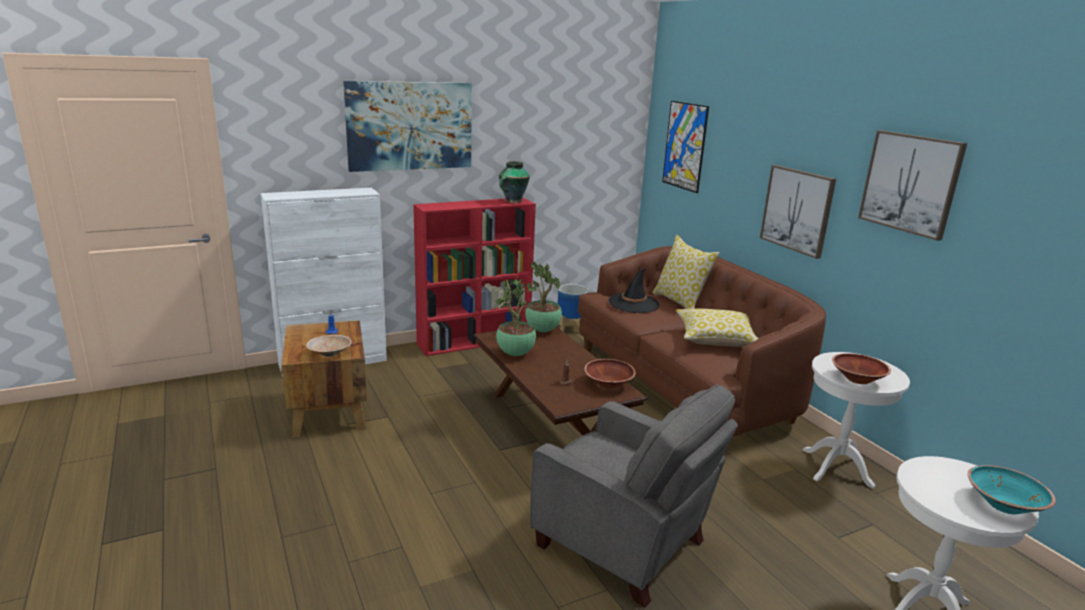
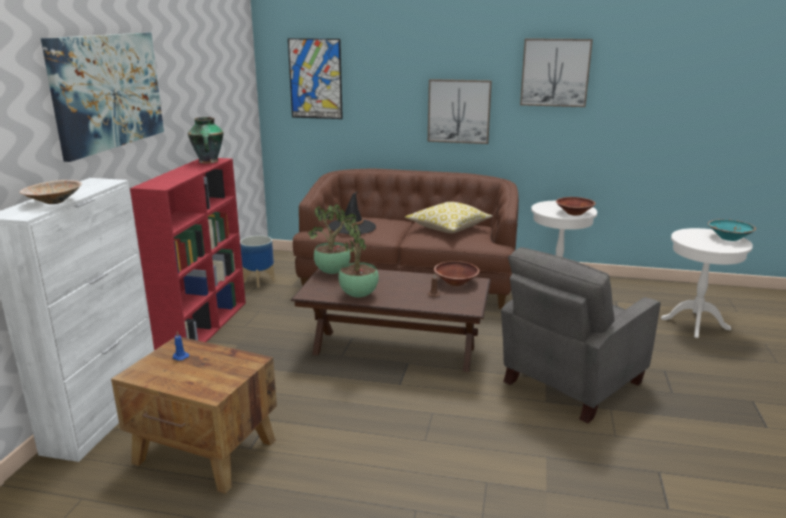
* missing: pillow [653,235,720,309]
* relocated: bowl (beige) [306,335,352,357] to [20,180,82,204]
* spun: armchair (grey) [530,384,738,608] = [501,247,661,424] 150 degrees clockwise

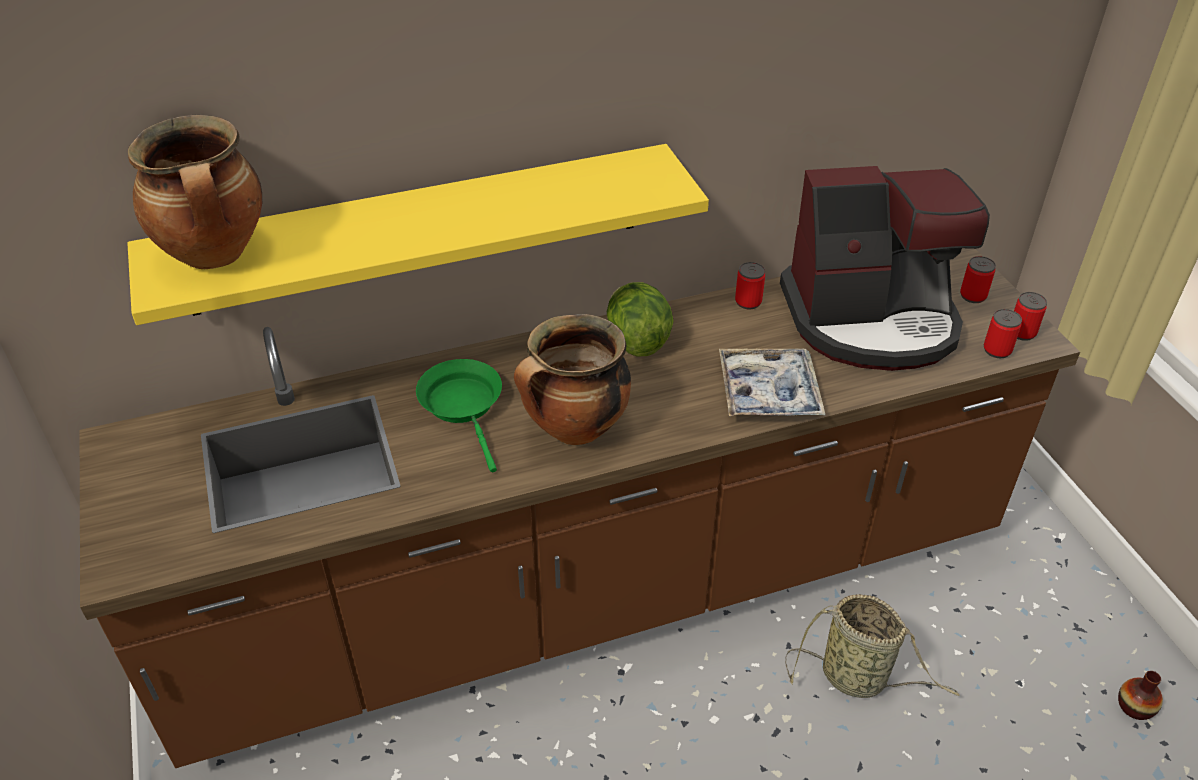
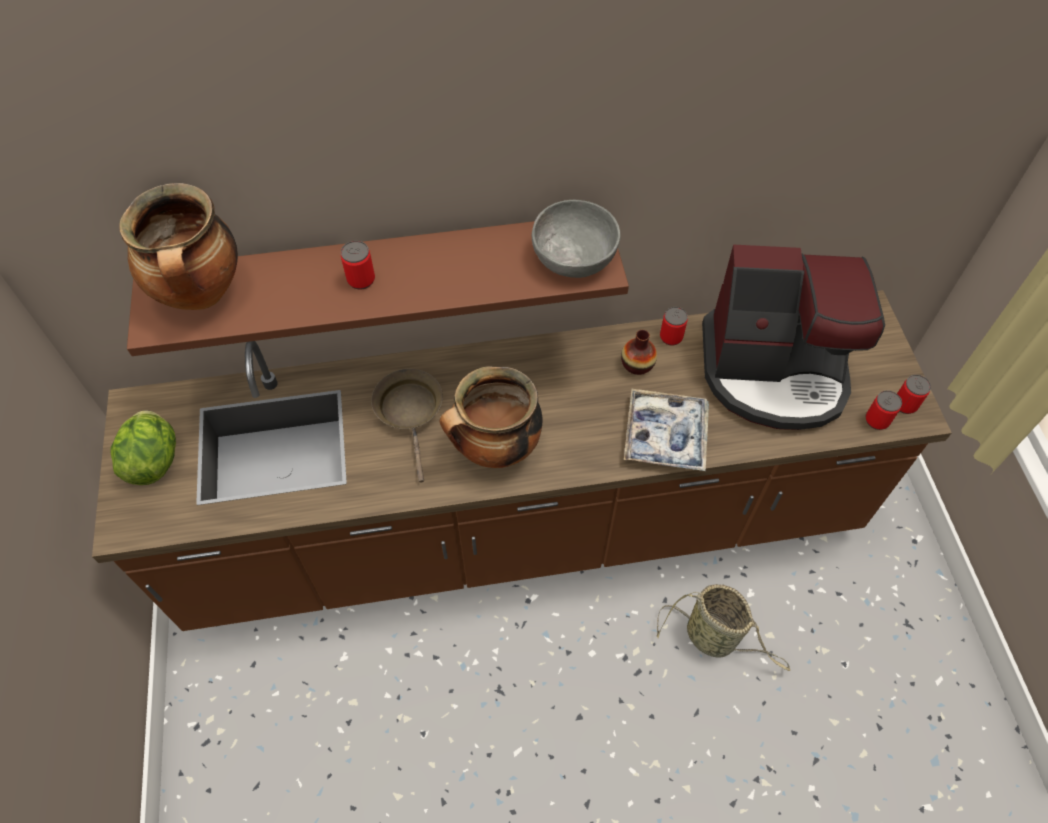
* colour: shelf (yellow) [127,144,709,325] to shelf (brown) [127,221,629,356]
* relocated: can [960,256,996,303] to [341,241,375,289]
* relocated: lettuce [607,282,674,356] to [110,410,176,485]
* colour: frying pan (green) [416,359,502,472] to frying pan (brown) [371,369,443,482]
* relocated: vase [1118,671,1163,720] to [621,330,657,375]
* appeared: bowl (grey) [532,200,621,278]

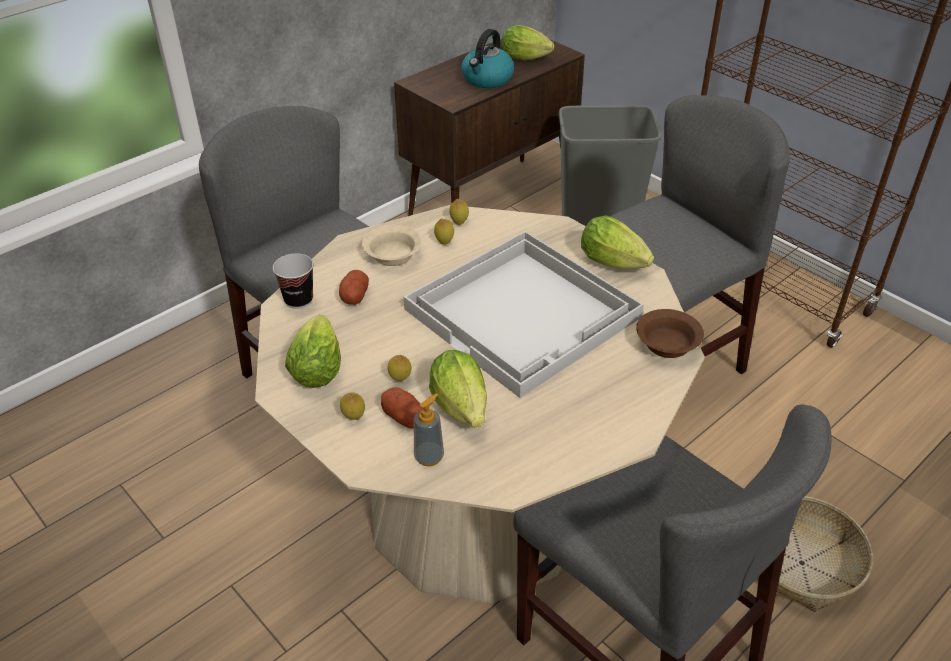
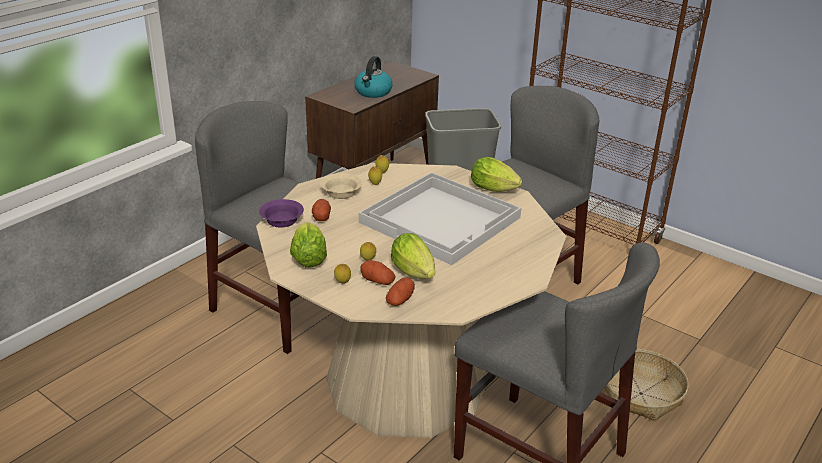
* missing: lettuce [502,25,554,60]
* exchanged: cup [273,254,313,309] to bowl (purple) [259,199,304,228]
* missing: bowl (brown) [636,309,704,358]
* exchanged: soap dispenser [414,393,444,467] to potato [386,278,415,306]

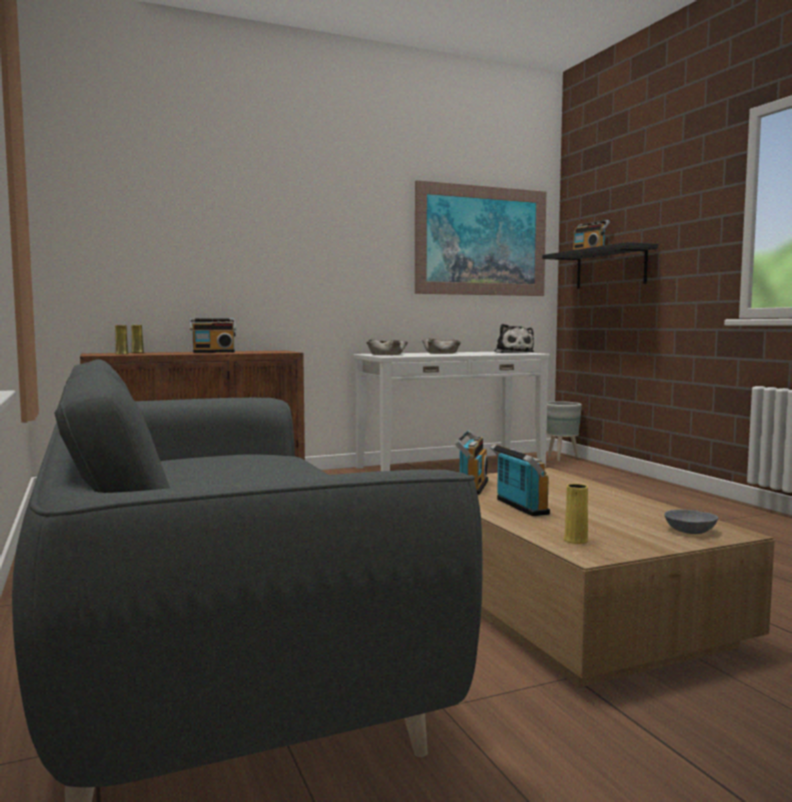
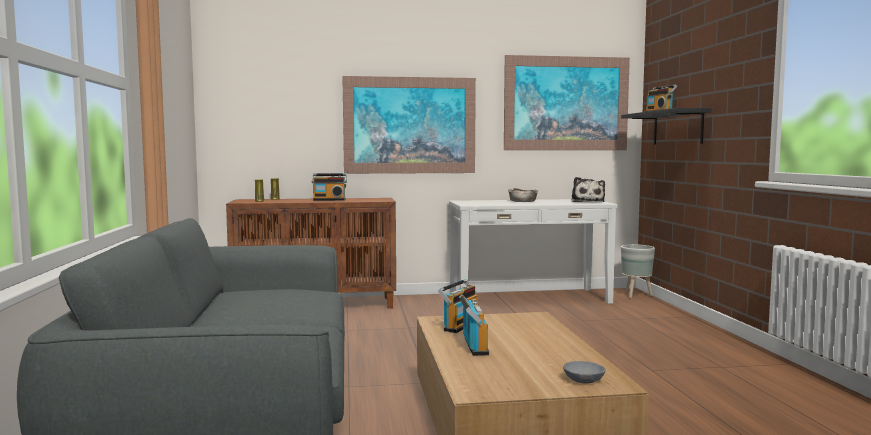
* missing: bowl (beige) [366,339,408,355]
* missing: vase (yellow) [564,484,588,544]
* appeared: picture [342,76,476,174]

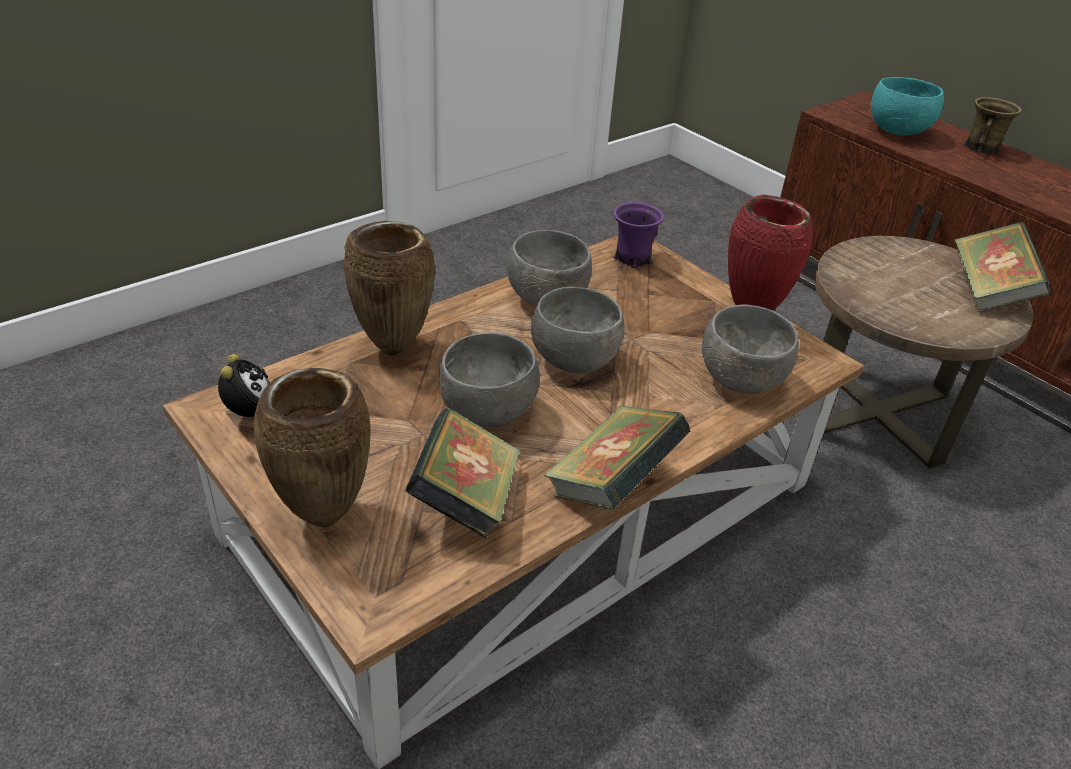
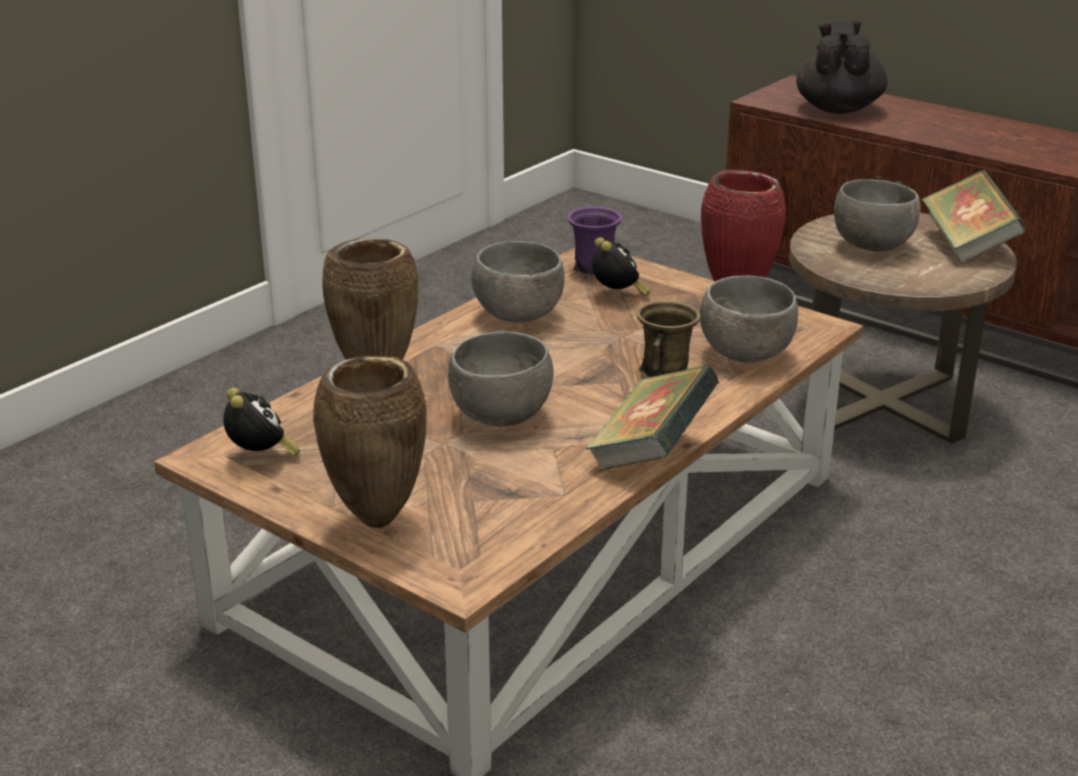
* exchanged: bowl (turquoise) [871,77,944,135] to teapot (black) [796,21,887,114]
* relocated: mug (brown) [963,97,1022,154] to [636,301,701,377]
* relocated: bowl (grey) [531,287,624,373] to [834,179,921,252]
* missing: book [405,408,519,539]
* appeared: alarm clock [592,237,651,296]

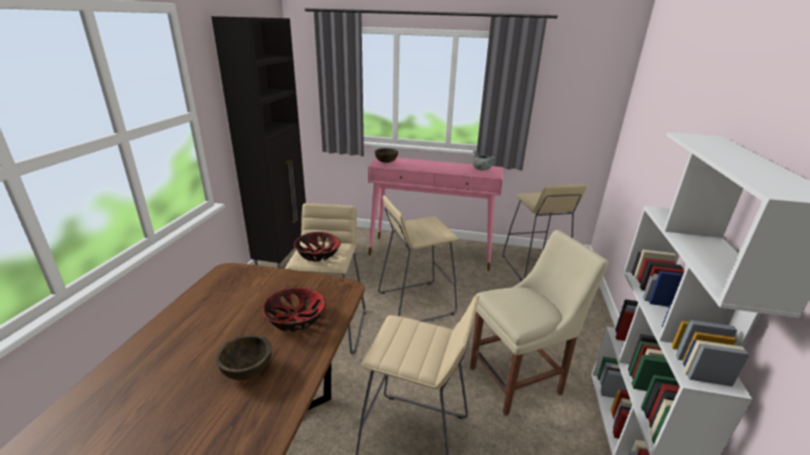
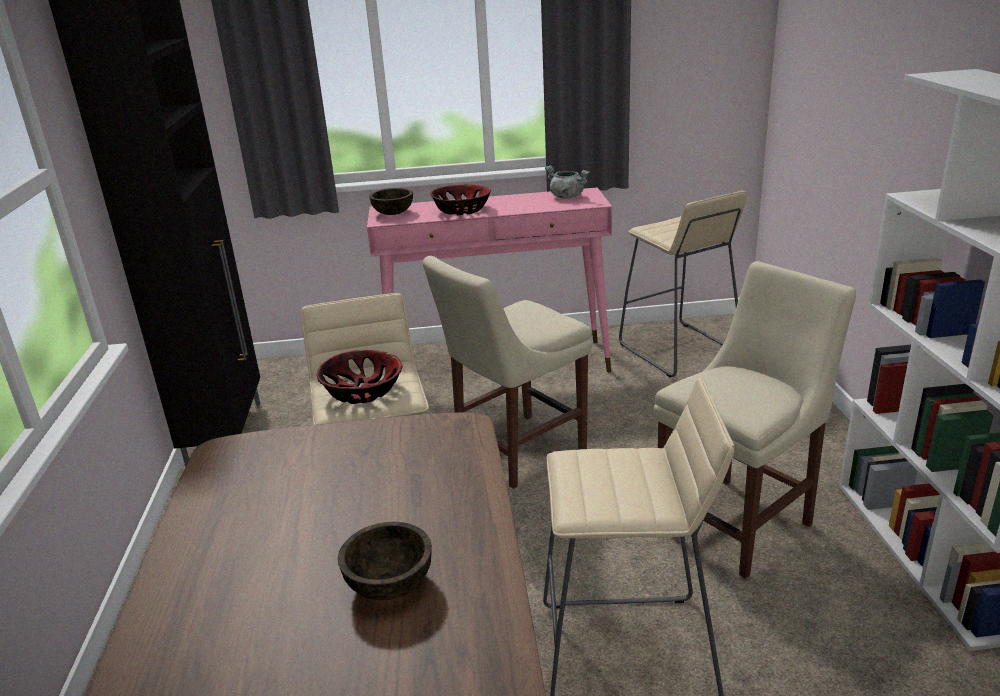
* exchanged: stool (beige) [378,195,458,322] to chair (beige) [423,256,592,489]
* relocated: bowl [263,287,326,332] to [430,184,491,215]

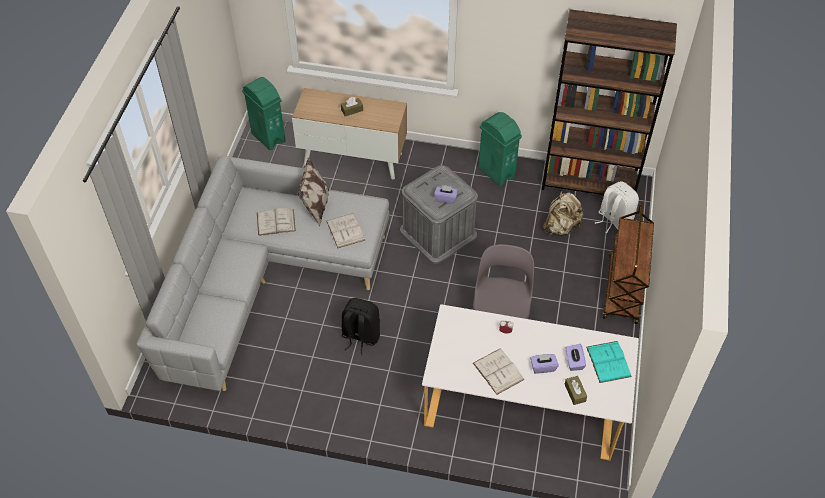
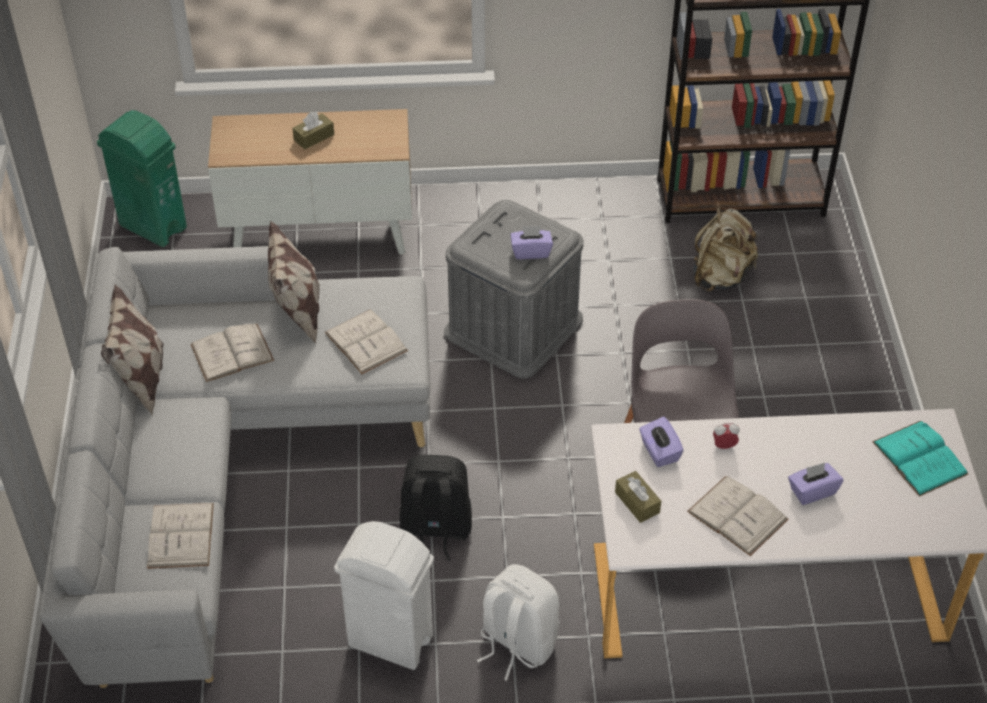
* missing: trash can (green) [478,112,522,187]
* relocated: backpack (white) [595,181,639,234] to [477,564,560,681]
* missing: cart (brown) [602,203,654,324]
* relocated: tissue box (purple) [566,344,586,371] to [639,417,684,467]
* relocated: tissue box (brown) [565,376,587,405] to [615,471,661,523]
* appeared: pillow [101,284,164,416]
* appeared: book (white) [147,503,214,569]
* appeared: trash can (white) [334,521,434,670]

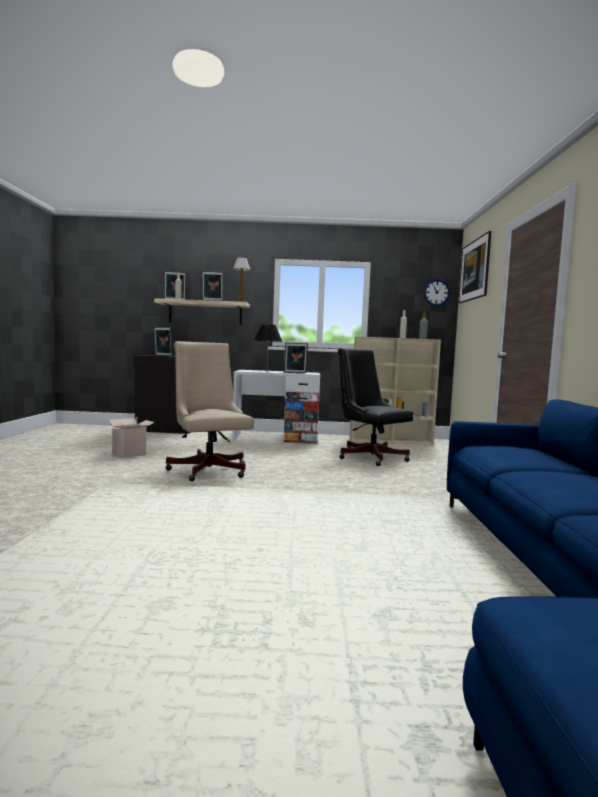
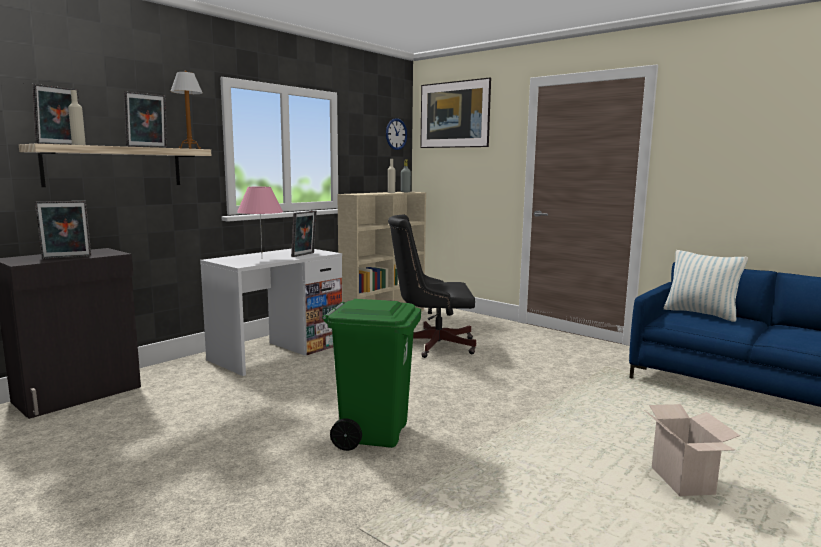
* colour: table lamp (black) [253,324,283,364] to table lamp (pink) [237,187,283,251]
* exchanged: office chair (beige) [166,341,254,481] to trash can (green) [322,299,421,451]
* relocated: cardboard box [104,418,155,458] to [644,404,740,496]
* appeared: pillow [664,250,748,322]

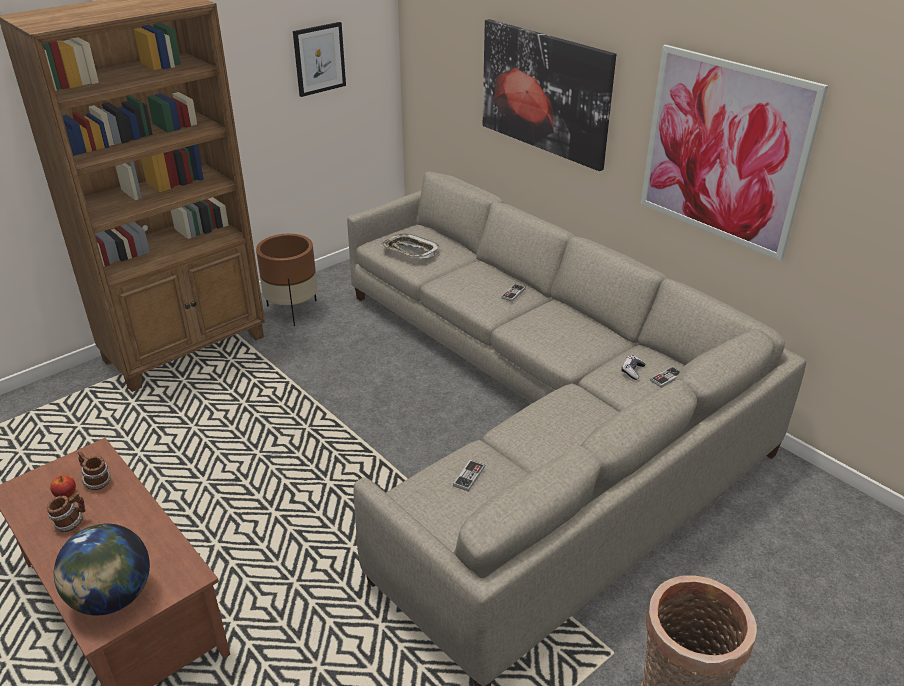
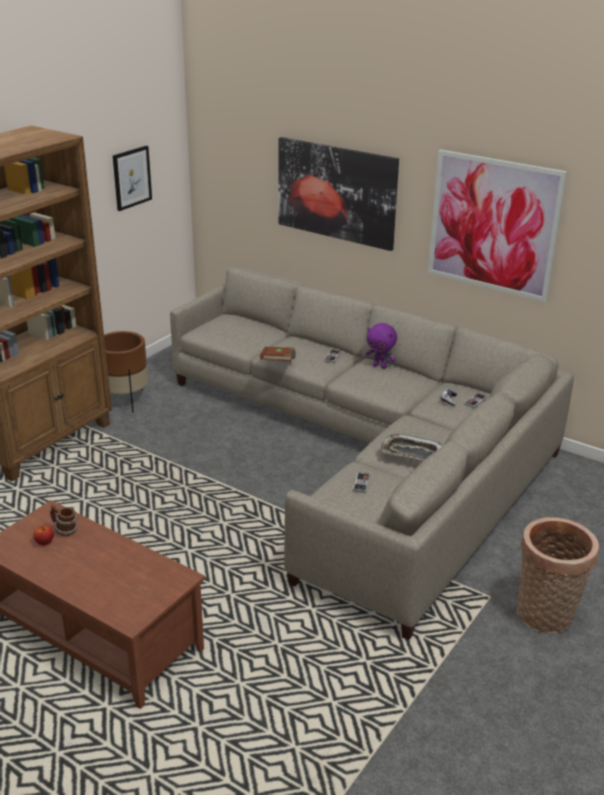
* relocated: tray [381,233,440,259] to [380,434,443,462]
* missing: mug [47,492,86,532]
* missing: globe [54,524,150,615]
* appeared: plush toy (purple) [365,323,397,368]
* appeared: book (brown) [260,347,296,362]

